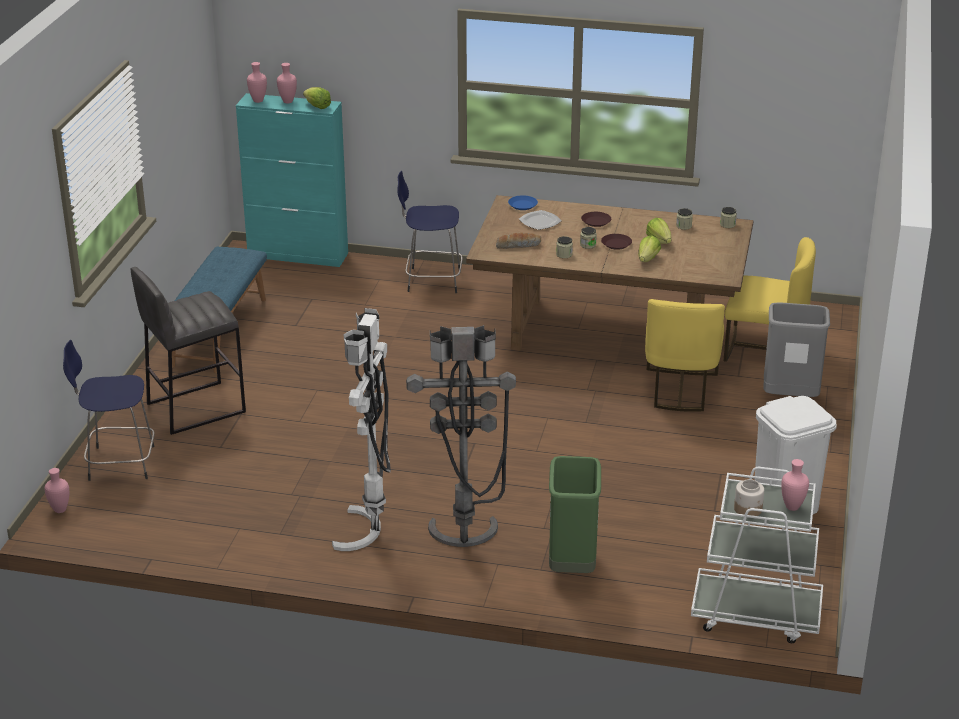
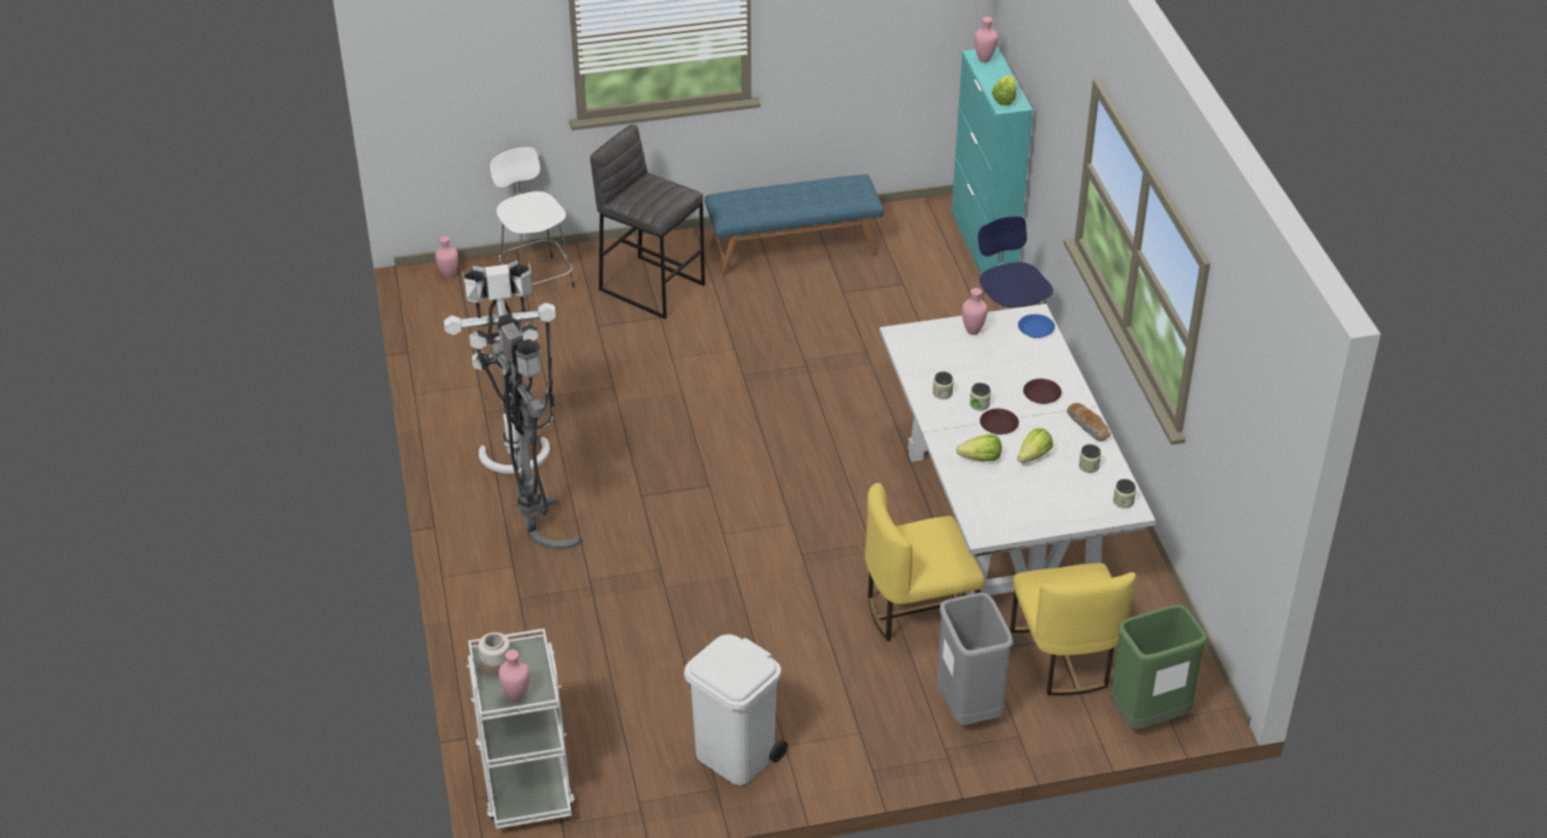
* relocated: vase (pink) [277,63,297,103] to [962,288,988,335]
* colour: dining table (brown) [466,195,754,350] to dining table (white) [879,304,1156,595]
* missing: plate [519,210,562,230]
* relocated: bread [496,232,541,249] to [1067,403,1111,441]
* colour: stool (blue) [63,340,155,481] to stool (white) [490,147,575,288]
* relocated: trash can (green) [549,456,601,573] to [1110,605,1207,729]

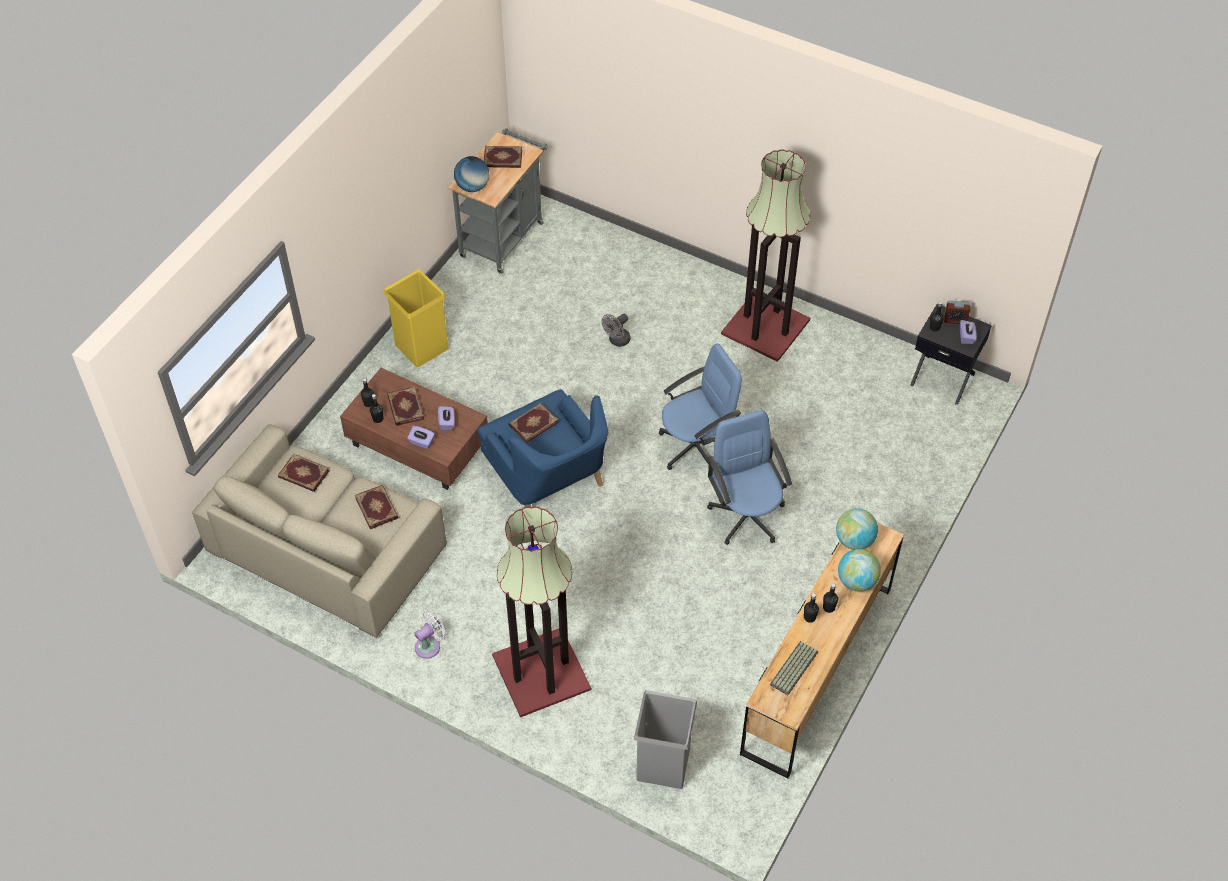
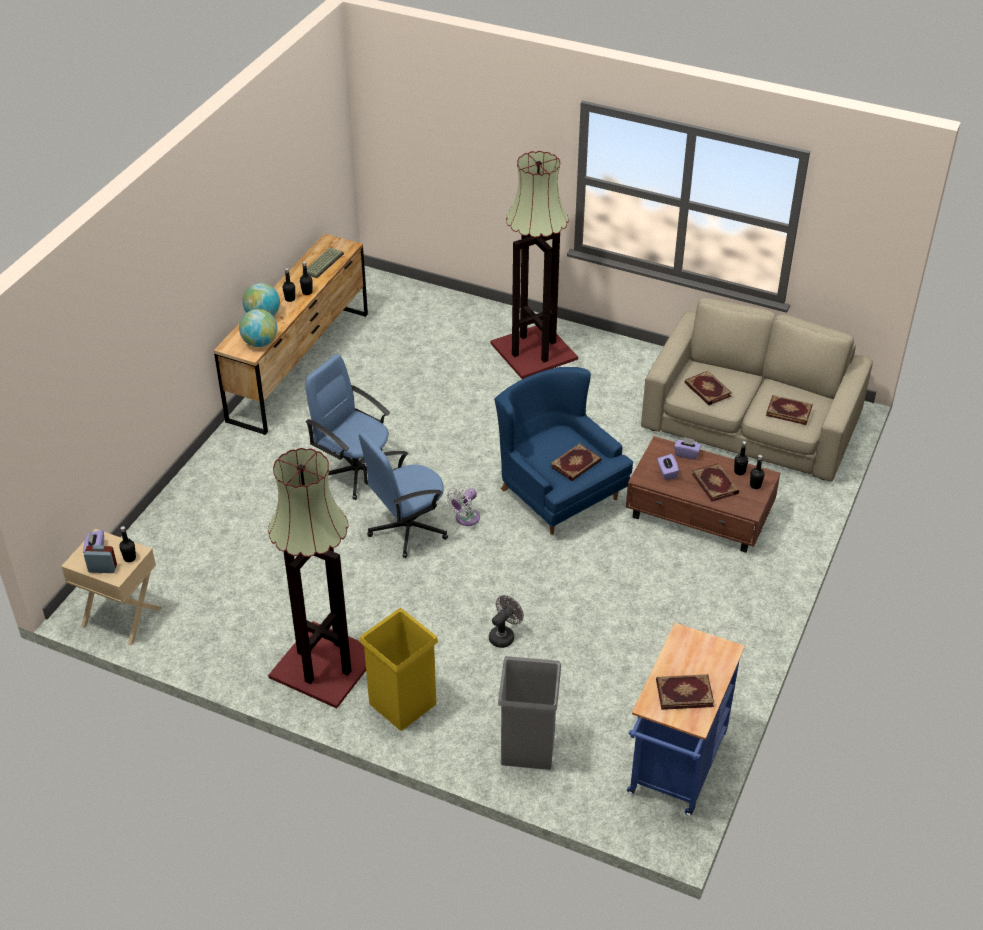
* colour: cart (grey) [448,128,548,274] to cart (blue) [627,623,745,815]
* missing: globe [454,156,489,192]
* relocated: trash can (yellow) [383,269,449,368] to [359,608,438,731]
* colour: nightstand (black) [910,304,992,405] to nightstand (beige) [61,529,162,646]
* spun: office chair (blue) [707,410,792,545] = [305,354,390,500] 150 degrees clockwise
* relocated: fan (white) [415,611,446,659] to [446,487,480,526]
* relocated: trash can (grey) [634,690,697,789] to [498,656,561,770]

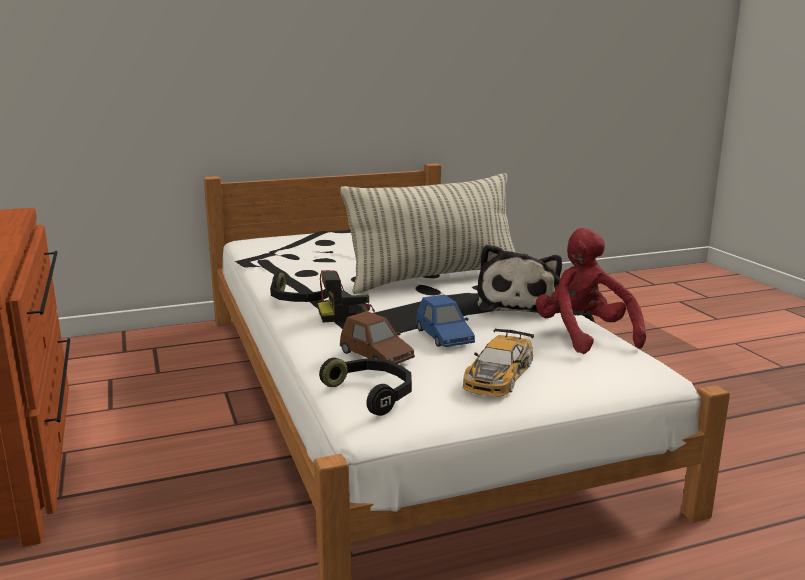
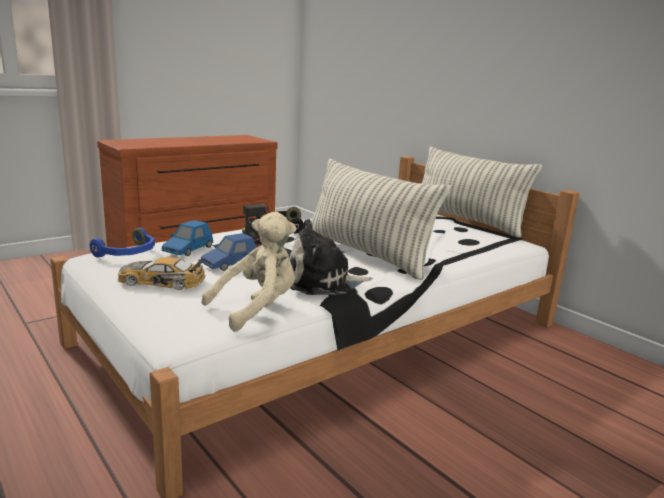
* colour: plush toy (red) [536,228,646,354] to plush toy (beige) [201,212,296,331]
* colour: toy car (brown) [340,311,415,364] to toy car (blue) [161,220,213,256]
* colour: headphones (black) [319,358,412,416] to headphones (blue) [90,227,155,257]
* appeared: pillow [422,146,542,237]

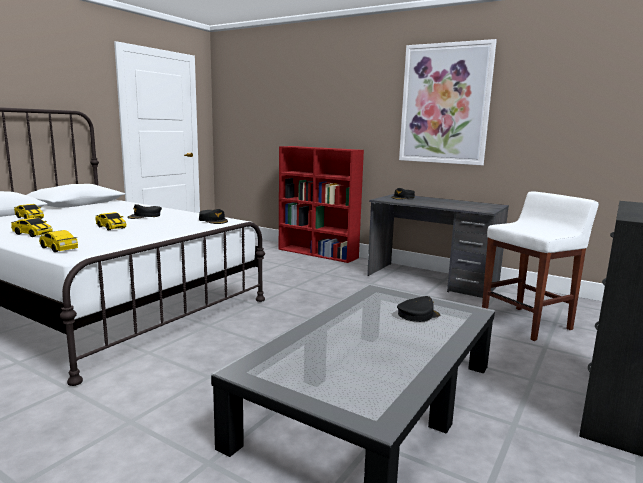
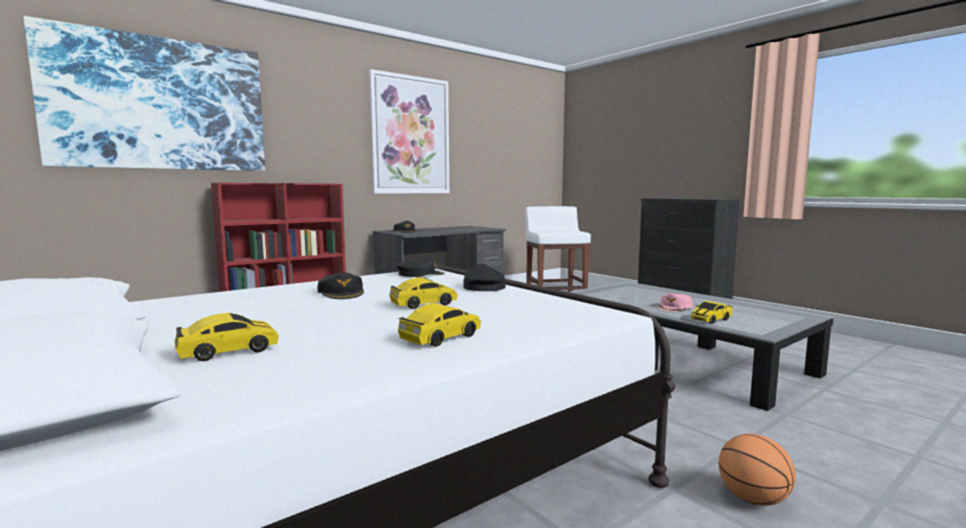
* relocated: toy car [39,230,78,252] to [691,301,733,324]
* relocated: cap (black) [397,296,440,322] to [464,264,505,291]
* appeared: picture [23,16,265,171]
* appeared: cap (pink) [658,293,693,312]
* appeared: basketball [719,434,796,506]

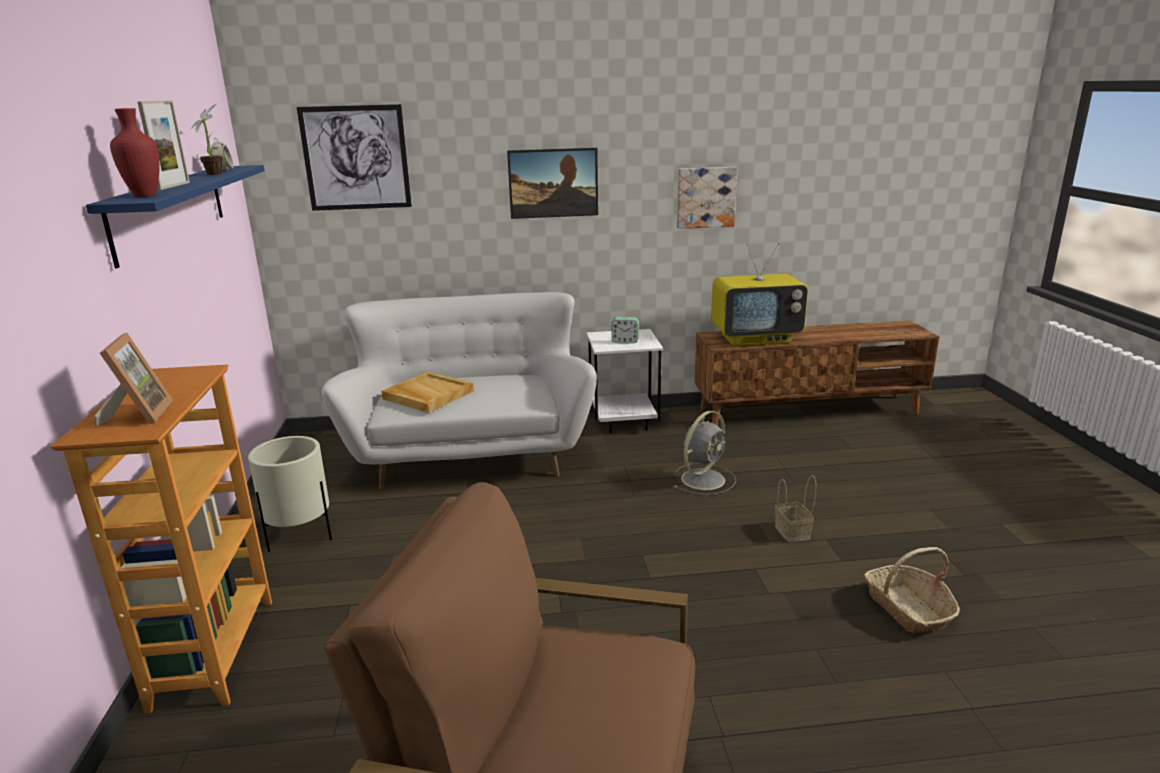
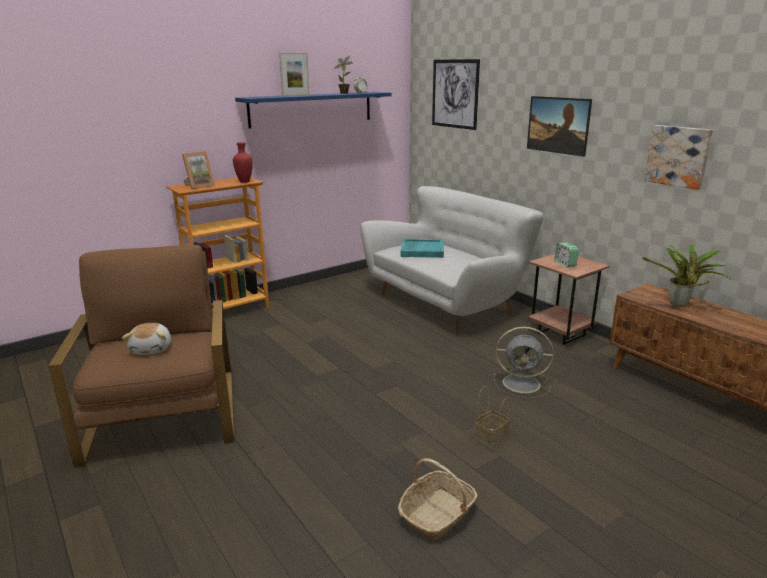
* relocated: vase (red) [110,108,159,197] to [233,142,253,183]
* exchanged: television [711,243,808,346] to potted plant [642,245,729,307]
* colour: side table (white) [587,329,663,433] to side table (brown) [528,254,610,344]
* colour: tray (beige) [381,372,474,413] to tray (turquoise) [401,239,444,258]
* missing: planter (beige) [248,436,332,552]
* appeared: plush toy [122,323,171,355]

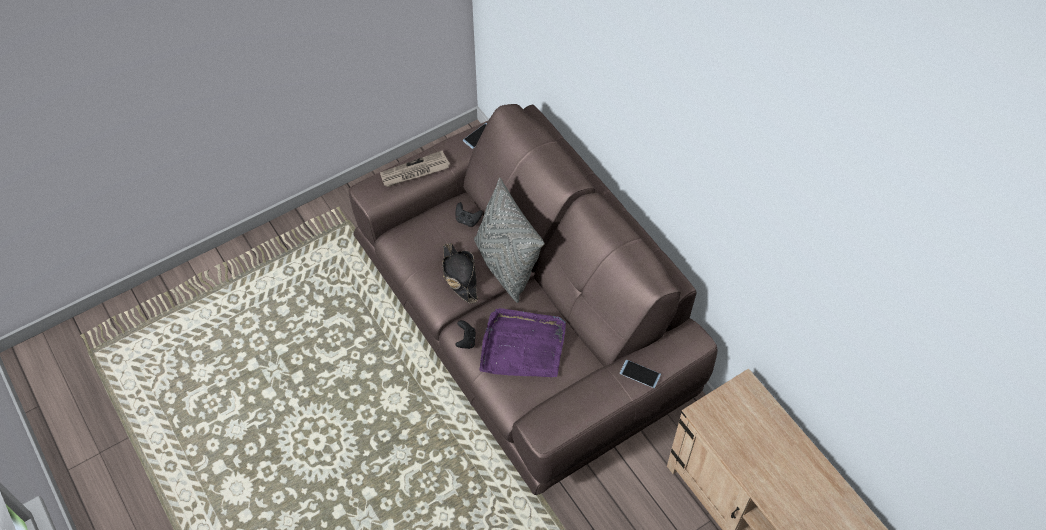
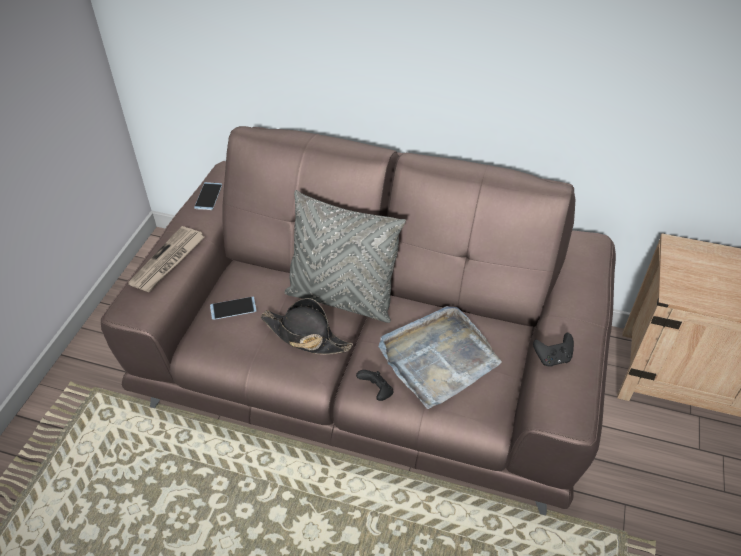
* relocated: game controller (black) [456,202,483,227] to [533,333,574,367]
* colour: tray (purple) [480,308,566,377] to tray (grey) [379,306,502,409]
* relocated: phone [620,360,661,388] to [210,296,257,320]

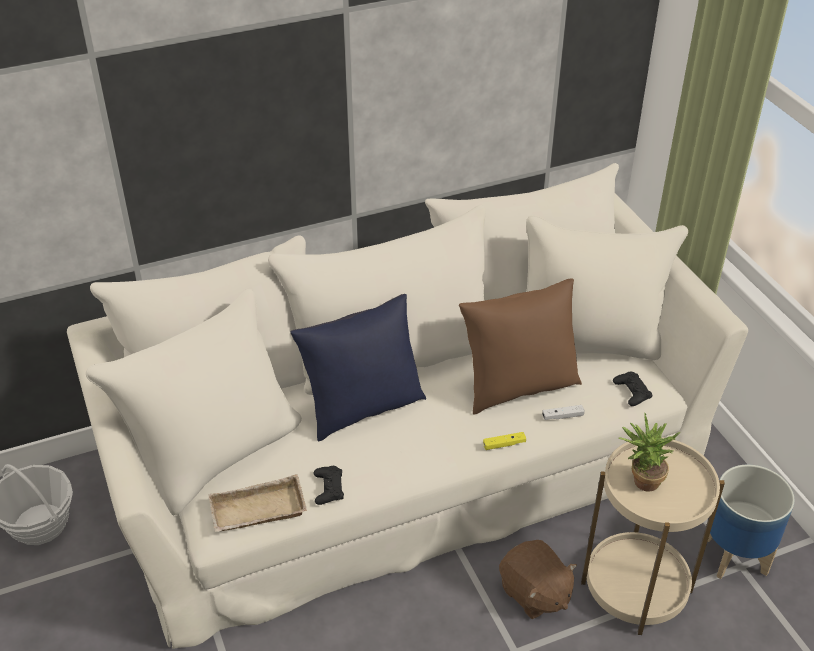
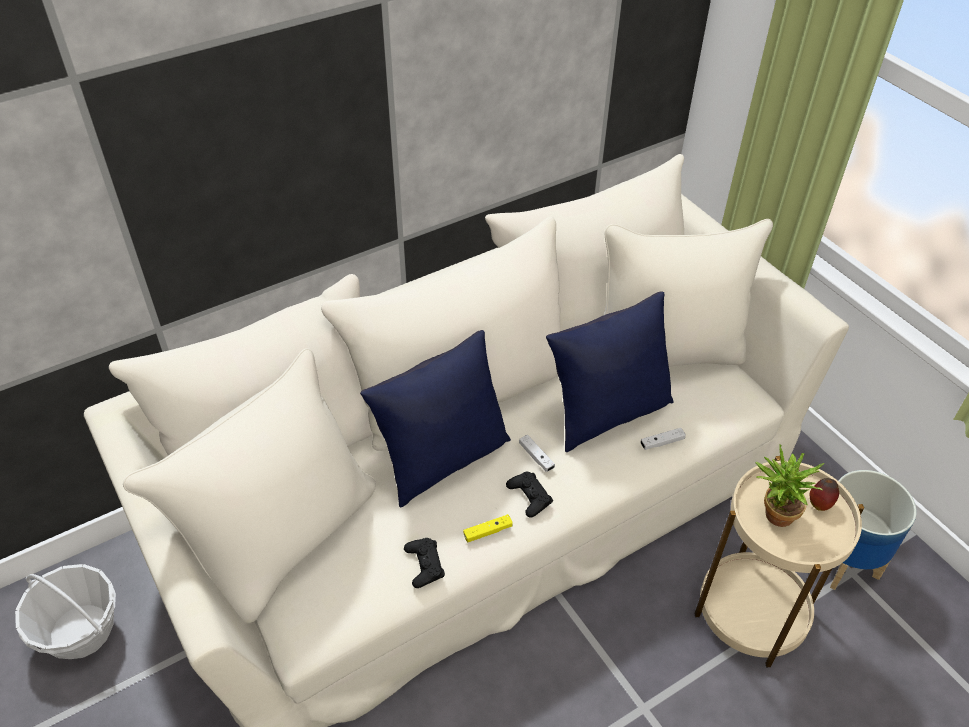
* colour: pillow (brown) [459,278,582,414] to pillow (blue) [546,291,673,452]
* relocated: game controller (black) [613,371,653,406] to [506,472,553,518]
* relocated: game controller (yellow) [483,432,526,450] to [463,514,513,542]
* missing: tray (beige) [208,474,307,532]
* missing: plush toy (brown) [499,540,577,619]
* appeared: game controller (white) [519,435,555,472]
* appeared: apple [810,478,839,511]

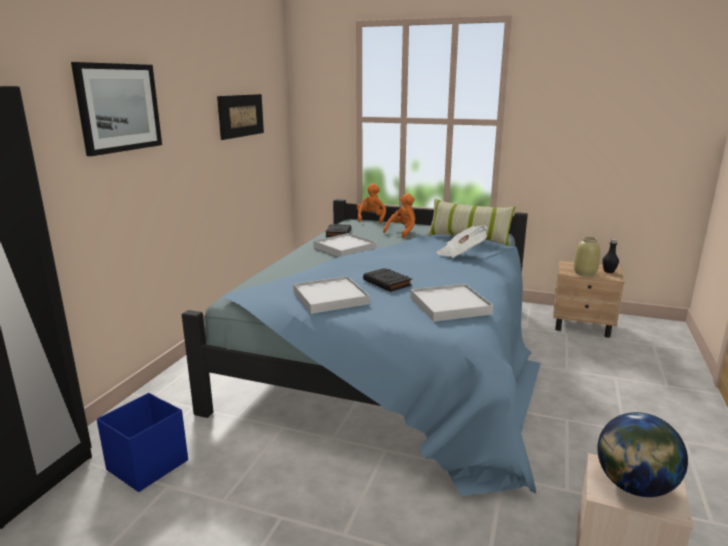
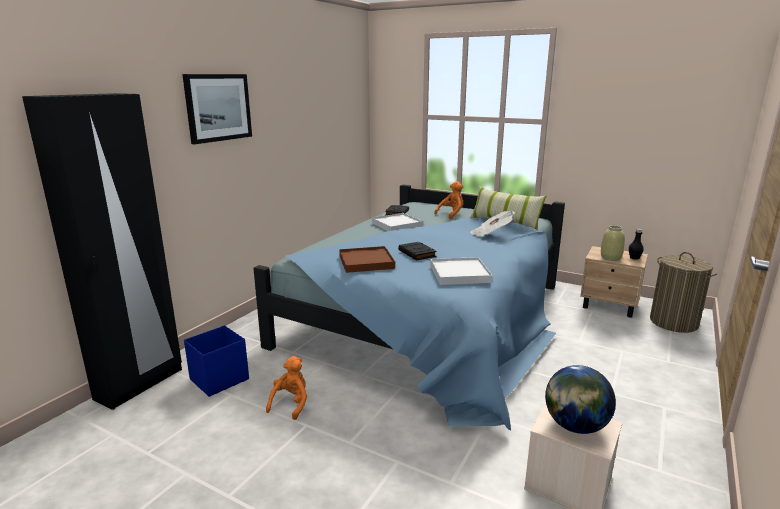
* missing: picture [217,94,264,140]
* relocated: plush toy (orange) [357,184,386,224] to [266,356,307,420]
* colour: tray (white) [293,276,370,314] to tray (brown) [339,246,395,273]
* appeared: laundry basket [650,252,717,333]

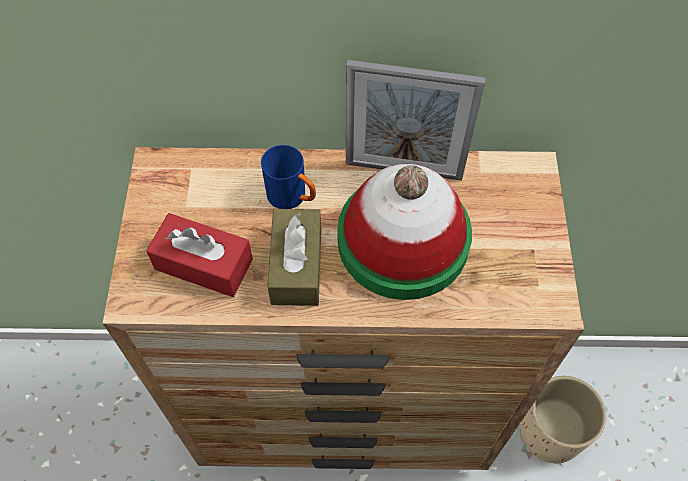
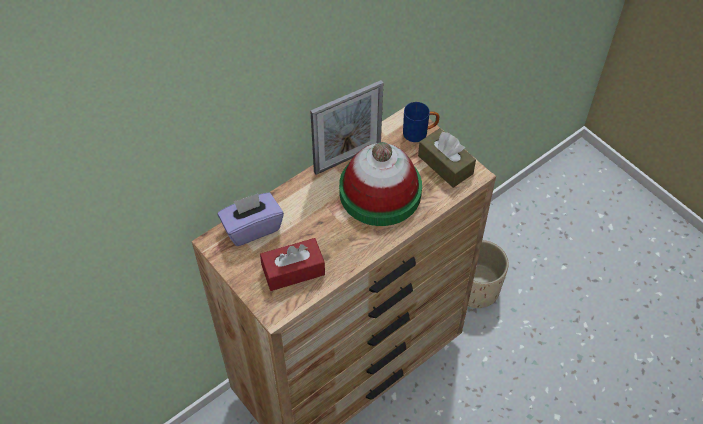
* relocated: mug (blue) [261,145,316,209] to [403,102,439,142]
* relocated: tissue box (brown) [267,209,321,306] to [418,128,476,188]
* appeared: tissue box (purple) [218,192,284,246]

